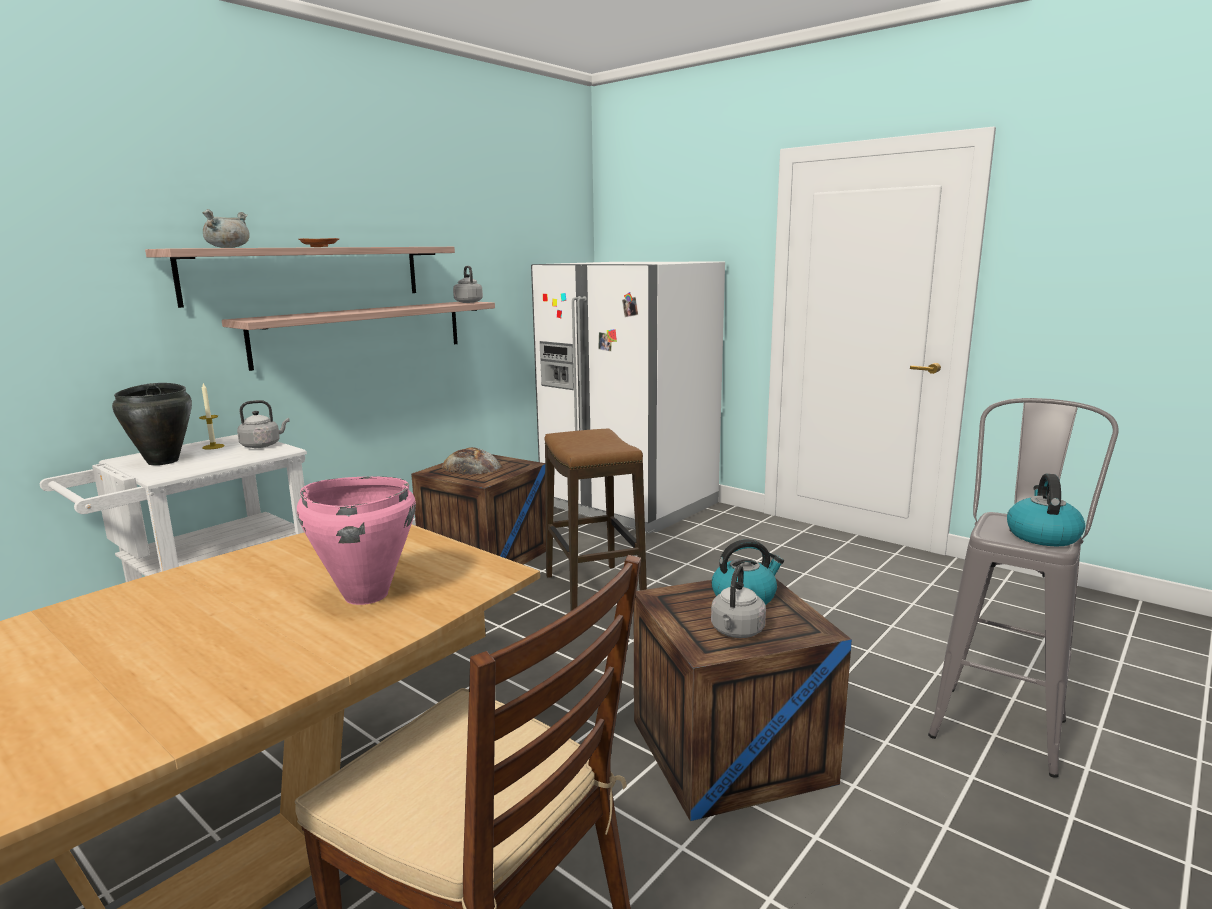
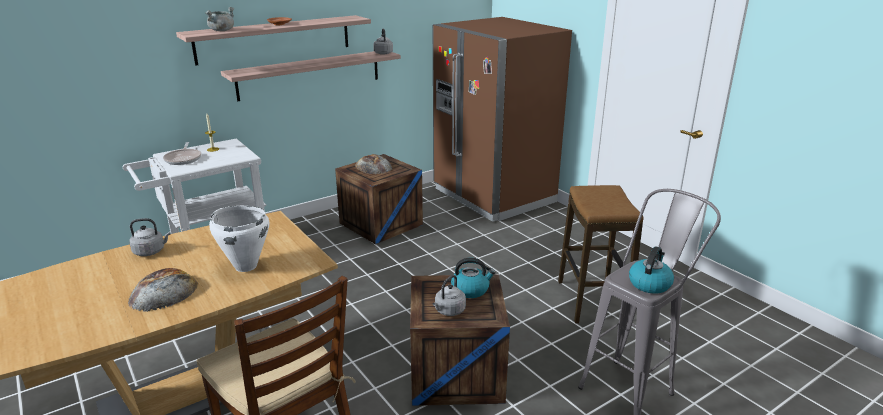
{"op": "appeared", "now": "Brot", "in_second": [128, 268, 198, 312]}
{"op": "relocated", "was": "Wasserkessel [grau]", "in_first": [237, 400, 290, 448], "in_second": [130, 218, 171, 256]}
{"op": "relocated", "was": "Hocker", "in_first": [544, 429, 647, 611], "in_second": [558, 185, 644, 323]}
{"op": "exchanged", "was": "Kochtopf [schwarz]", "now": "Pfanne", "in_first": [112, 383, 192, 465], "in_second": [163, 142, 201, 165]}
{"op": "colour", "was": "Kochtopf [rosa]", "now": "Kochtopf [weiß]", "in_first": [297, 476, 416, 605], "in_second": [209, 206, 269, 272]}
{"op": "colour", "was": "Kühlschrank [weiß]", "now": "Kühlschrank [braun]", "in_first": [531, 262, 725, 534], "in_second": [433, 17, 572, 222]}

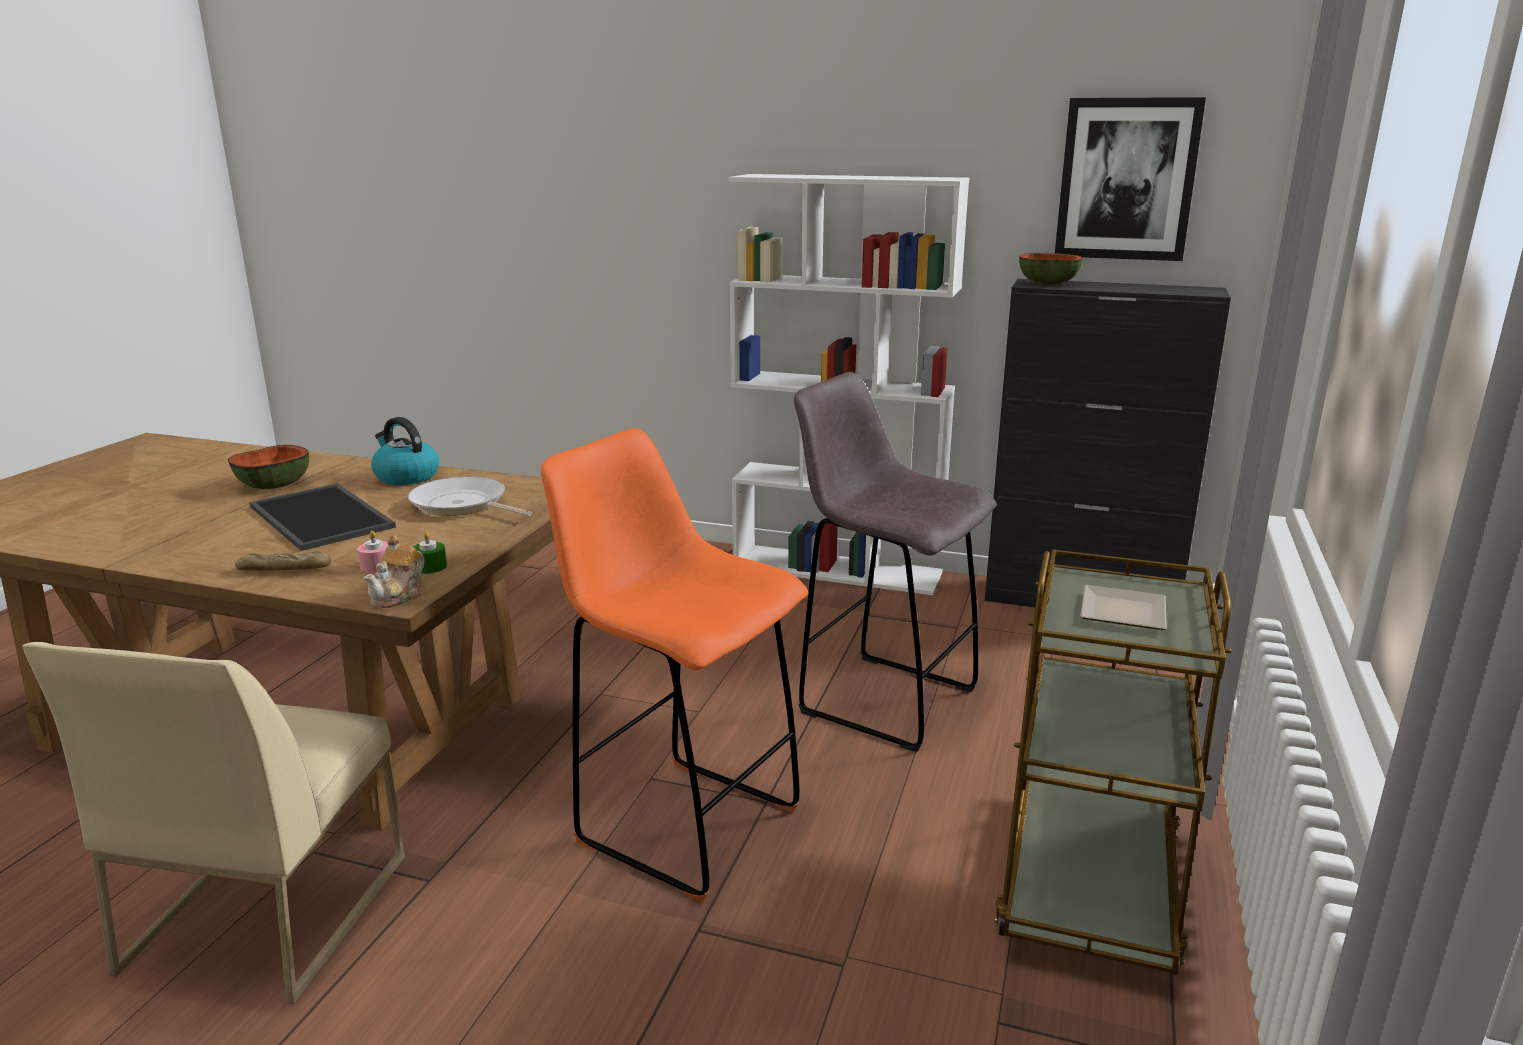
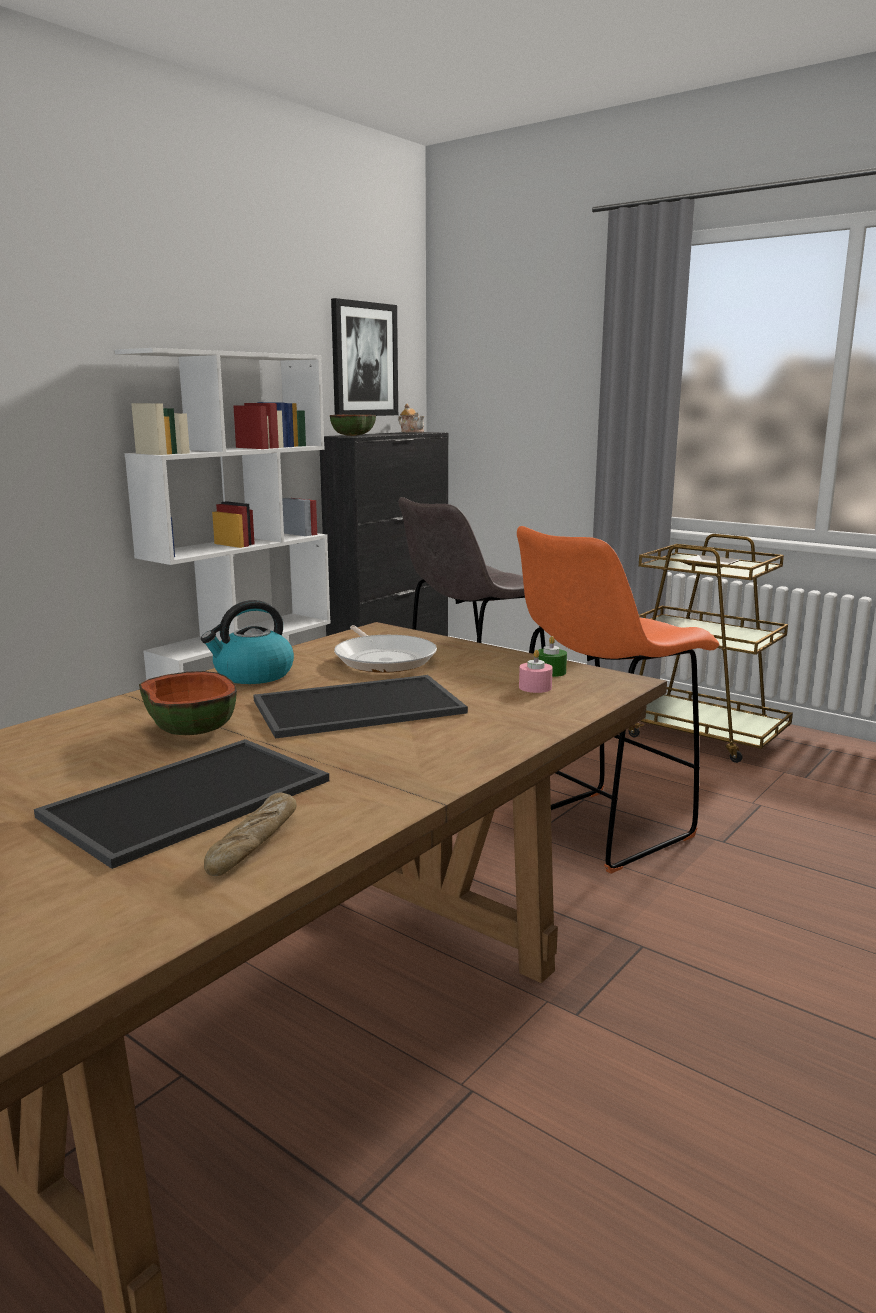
{"op": "missing", "was": "Stuhl [beige]", "in_first": [22, 642, 405, 1004]}
{"op": "appeared", "now": "Tablett", "in_second": [34, 739, 329, 869]}
{"op": "relocated", "was": "Brot", "in_first": [235, 551, 331, 571], "in_second": [204, 792, 296, 876]}
{"op": "relocated", "was": "Teekanne", "in_first": [364, 535, 424, 608], "in_second": [398, 404, 424, 433]}
{"op": "spun", "was": "Pfanne", "in_first": [408, 476, 532, 516], "in_second": [334, 625, 437, 673], "clockwise": -75}

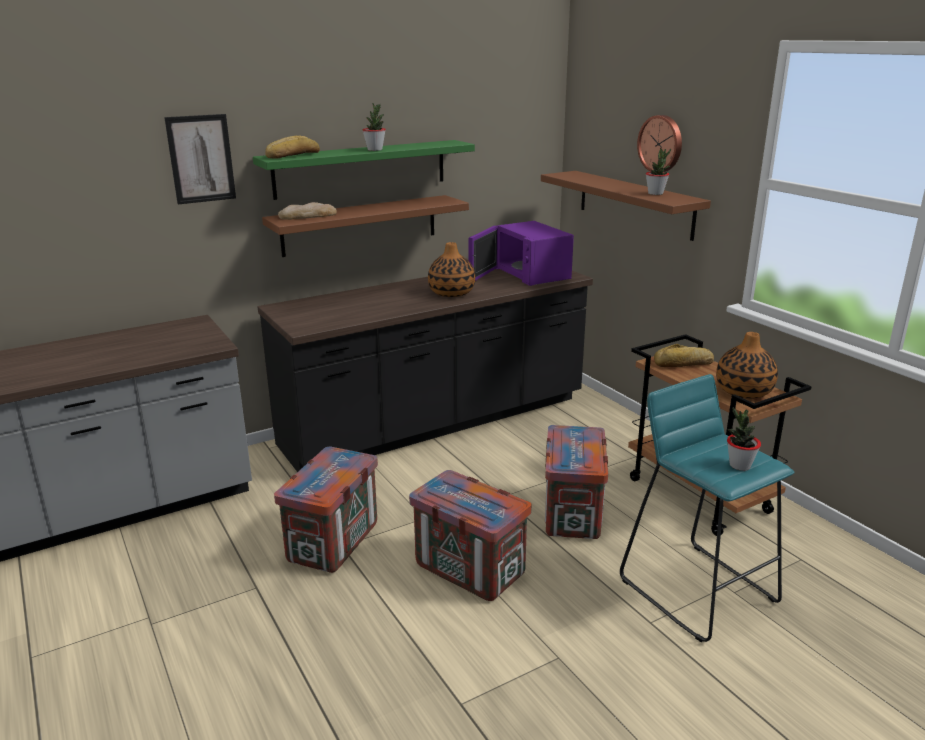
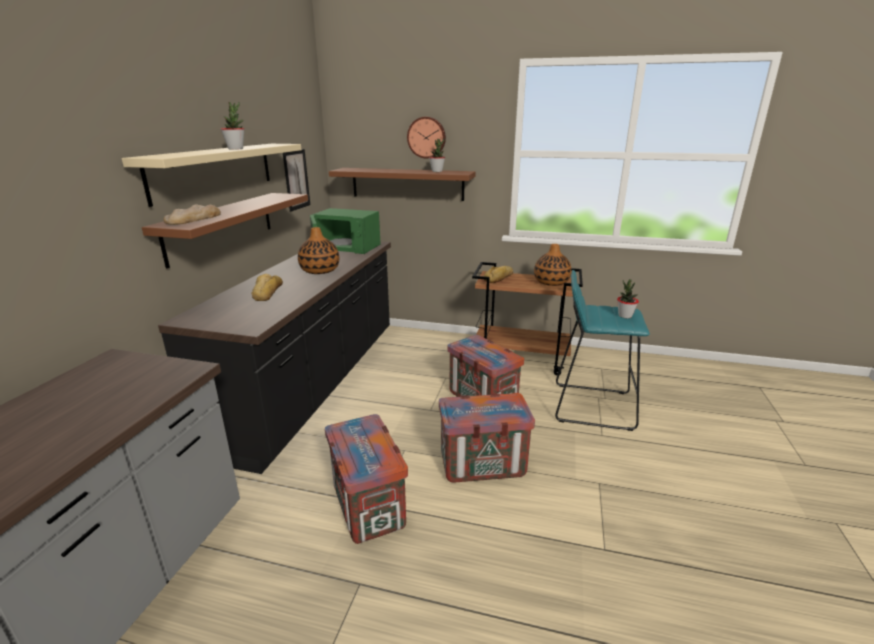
{"op": "relocated", "was": "Bild", "in_first": [164, 114, 236, 204], "in_second": [283, 149, 310, 212]}
{"op": "relocated", "was": "Brot", "in_first": [265, 136, 320, 159], "in_second": [251, 274, 283, 301]}
{"op": "colour", "was": "Wandregal [grün]", "now": "Wandregal [beige]", "in_first": [253, 140, 475, 200], "in_second": [122, 144, 301, 207]}
{"op": "colour", "was": "Mikrowelle [lila]", "now": "Mikrowelle [grün]", "in_first": [468, 221, 574, 286], "in_second": [310, 208, 380, 254]}

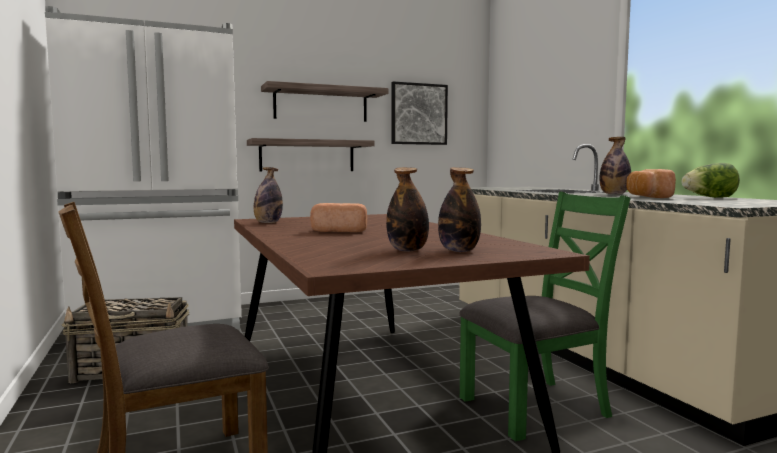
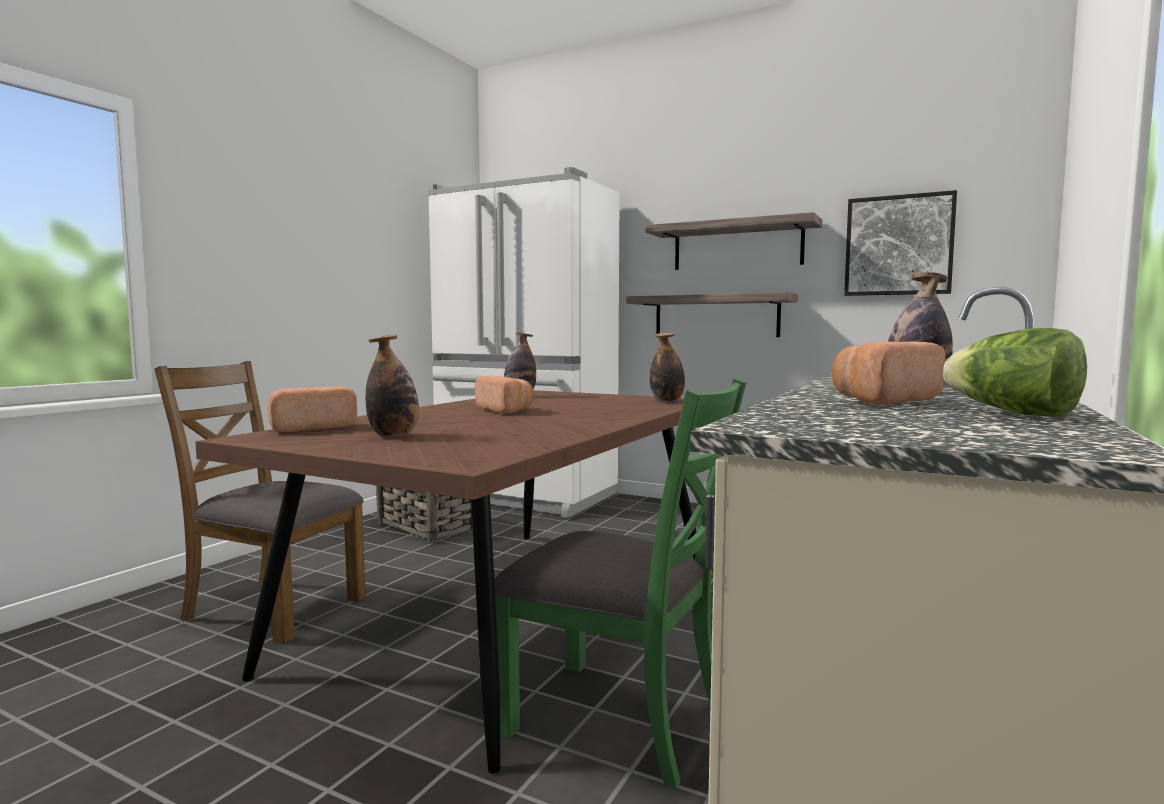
{"op": "appeared", "now": "Brot", "in_second": [268, 386, 357, 432]}
{"op": "relocated", "was": "Flasche", "in_first": [438, 167, 481, 252], "in_second": [650, 332, 685, 402]}

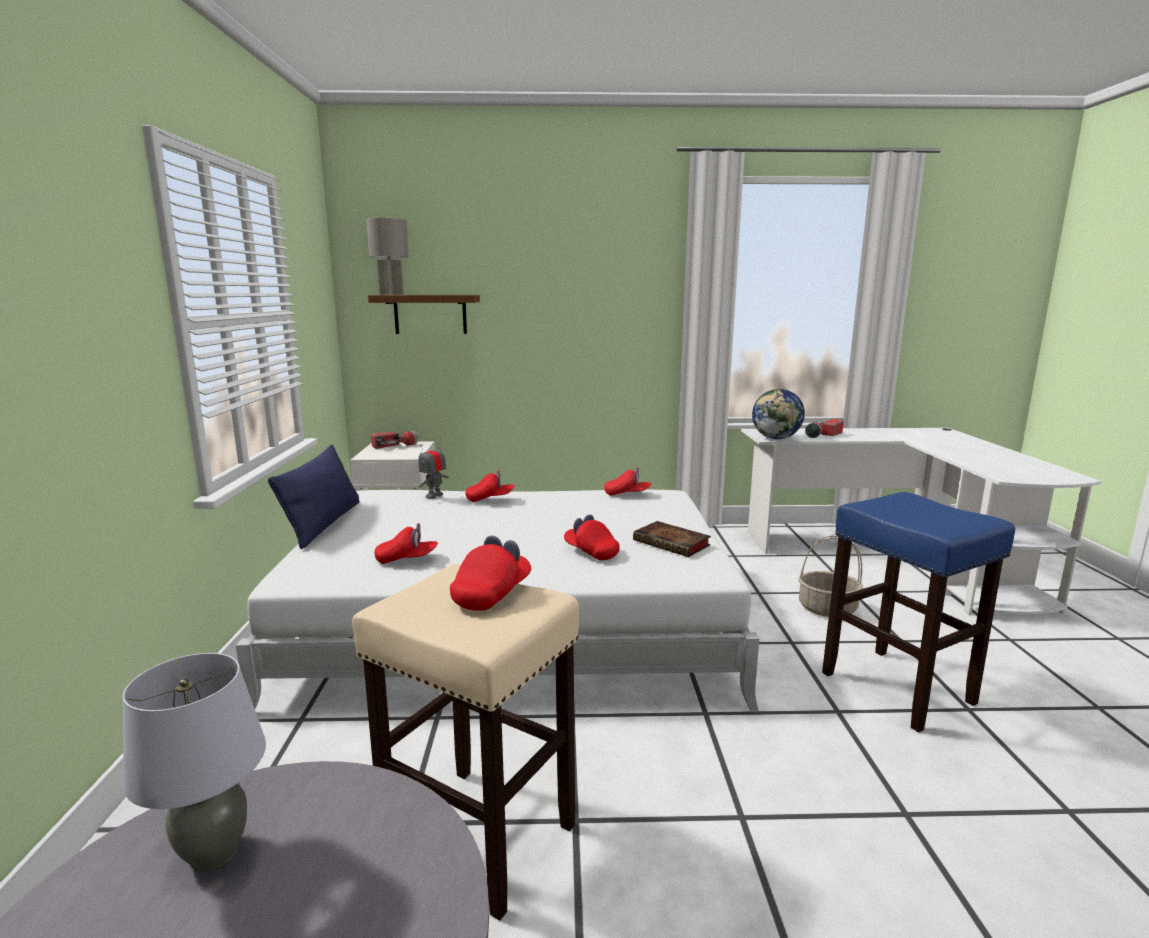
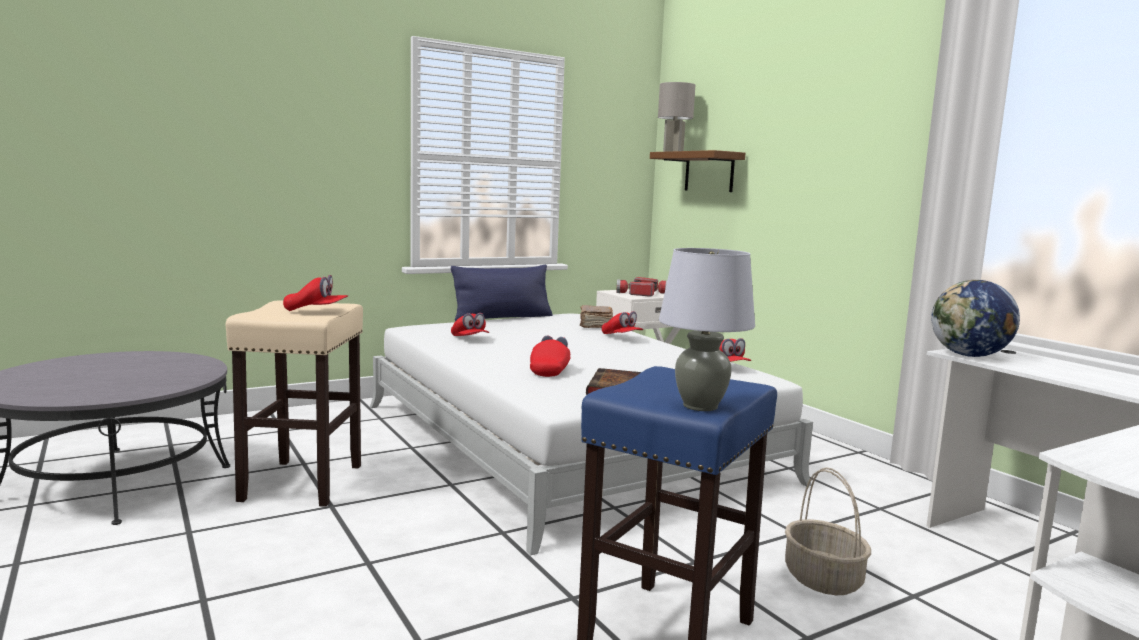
{"op": "relocated", "was": "Tischlampe [grau]", "in_first": [122, 653, 266, 872], "in_second": [659, 248, 755, 411]}
{"op": "relocated", "was": "Taschenlampe", "in_first": [805, 419, 844, 438], "in_second": [616, 279, 655, 297]}
{"op": "exchanged", "was": "Spielzeugroboter", "now": "Buch [braun]", "in_first": [418, 439, 449, 499], "in_second": [580, 305, 613, 328]}

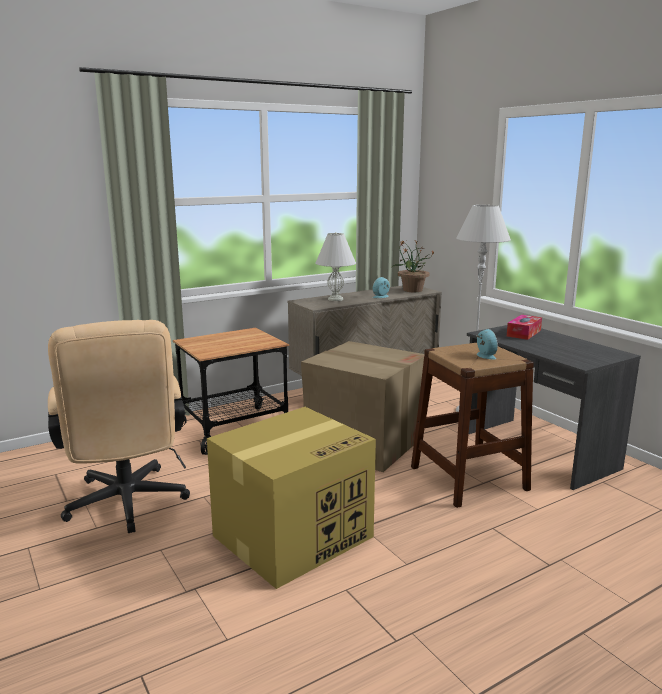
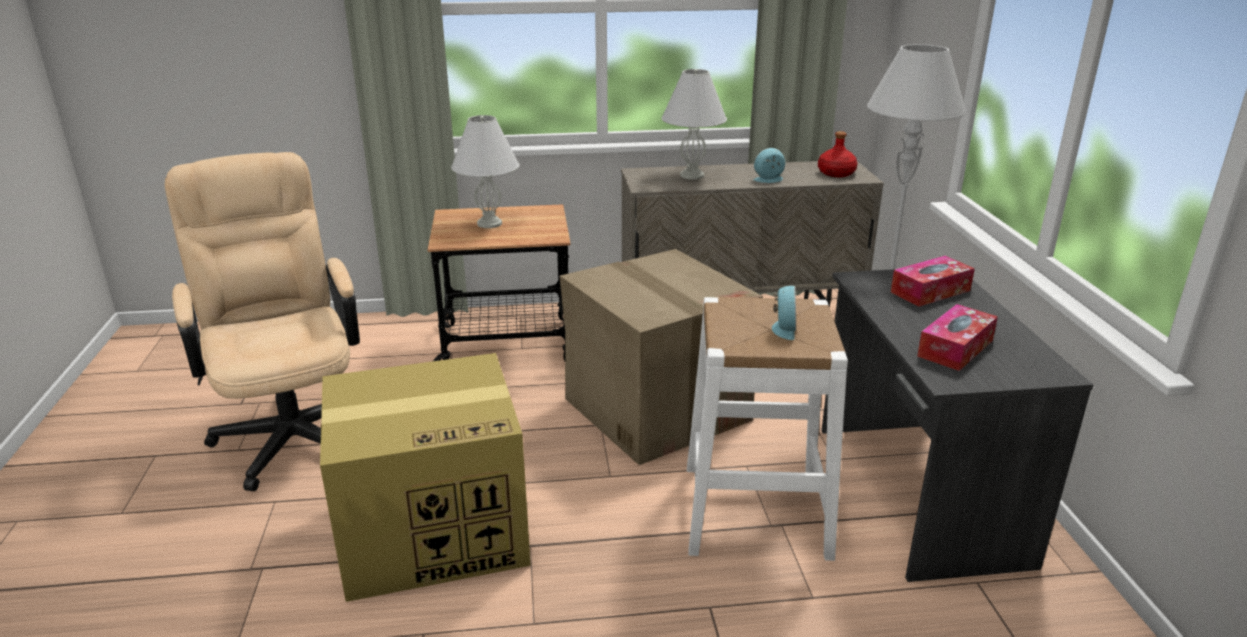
{"op": "appeared", "now": "Tischlampe [weiß]", "in_second": [451, 115, 519, 228]}
{"op": "appeared", "now": "Taschentuchbox", "in_second": [917, 304, 998, 371]}
{"op": "exchanged", "was": "Topfpflanze", "now": "Flasche [rot]", "in_first": [392, 240, 434, 292], "in_second": [818, 131, 858, 177]}
{"op": "colour", "was": "Hocker [braun]", "now": "Hocker [weiß]", "in_first": [411, 343, 534, 508], "in_second": [687, 297, 848, 561]}
{"op": "spun", "was": "Bürostuhl [beige]", "in_first": [48, 320, 190, 533], "in_second": [165, 152, 360, 491], "clockwise": 150}

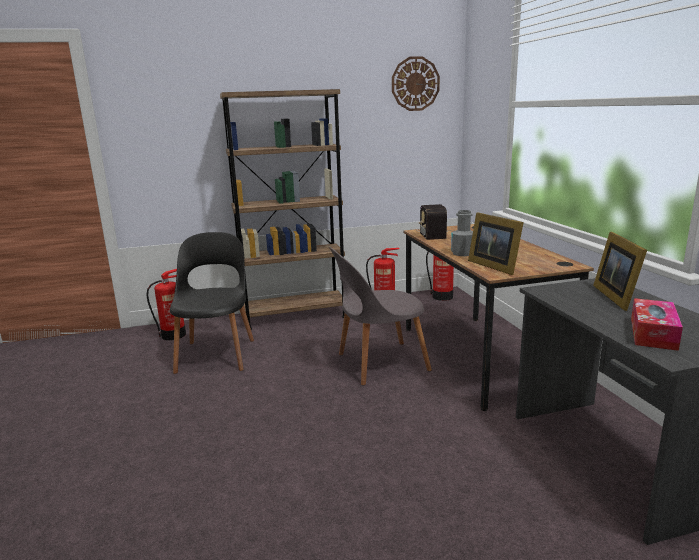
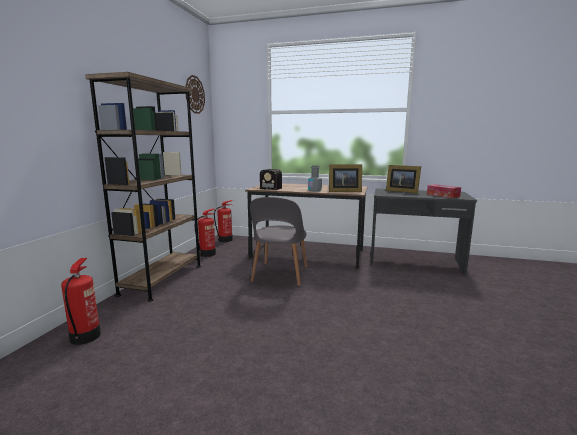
{"op": "missing", "was": "Stuhl [schwarz]", "in_first": [170, 232, 254, 374]}

